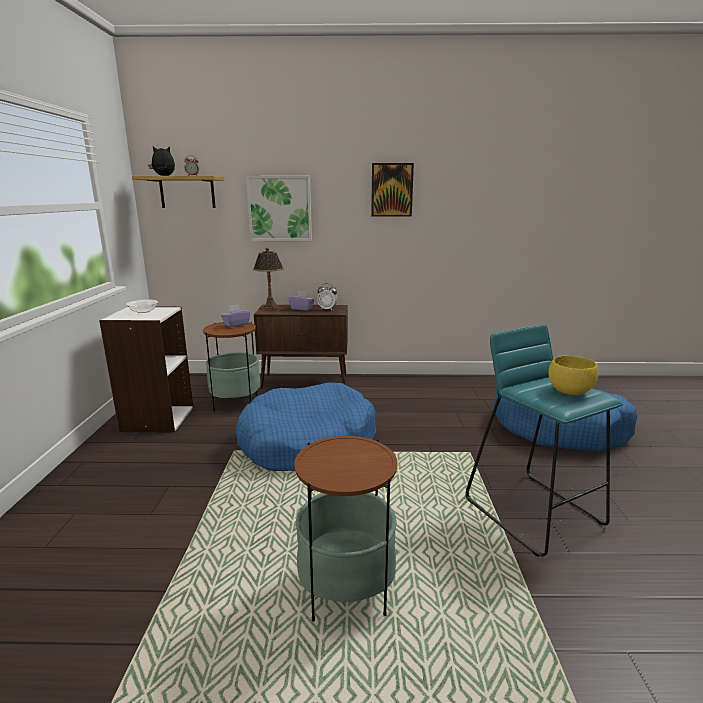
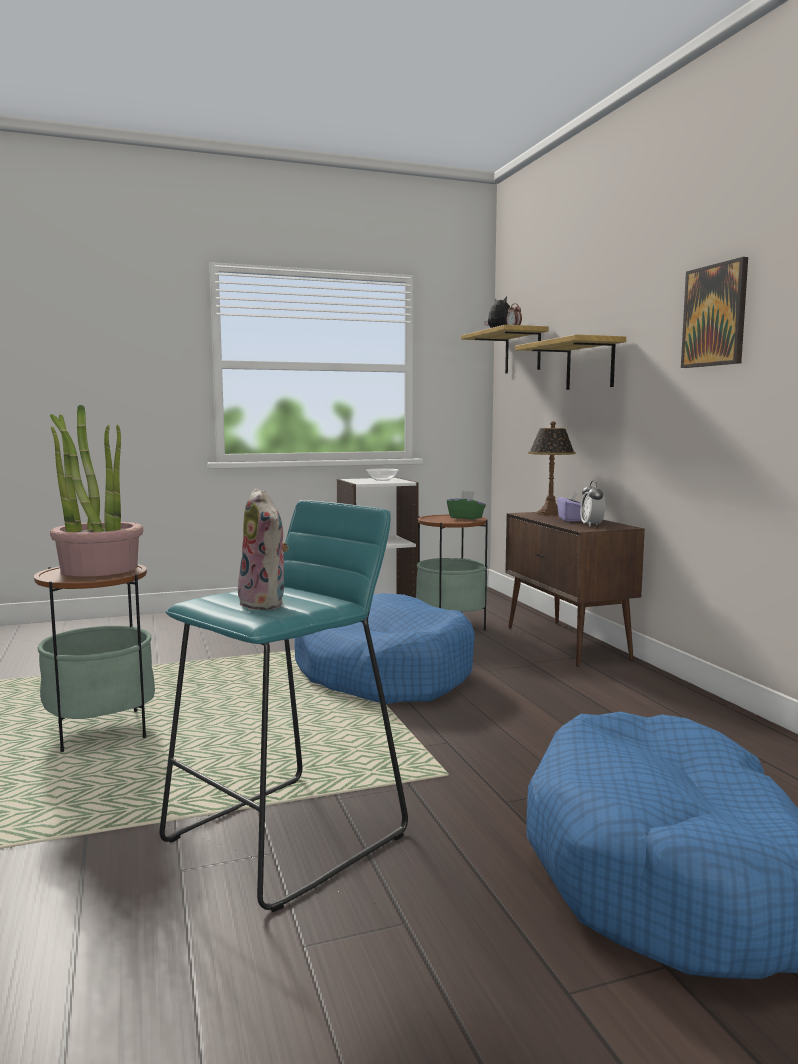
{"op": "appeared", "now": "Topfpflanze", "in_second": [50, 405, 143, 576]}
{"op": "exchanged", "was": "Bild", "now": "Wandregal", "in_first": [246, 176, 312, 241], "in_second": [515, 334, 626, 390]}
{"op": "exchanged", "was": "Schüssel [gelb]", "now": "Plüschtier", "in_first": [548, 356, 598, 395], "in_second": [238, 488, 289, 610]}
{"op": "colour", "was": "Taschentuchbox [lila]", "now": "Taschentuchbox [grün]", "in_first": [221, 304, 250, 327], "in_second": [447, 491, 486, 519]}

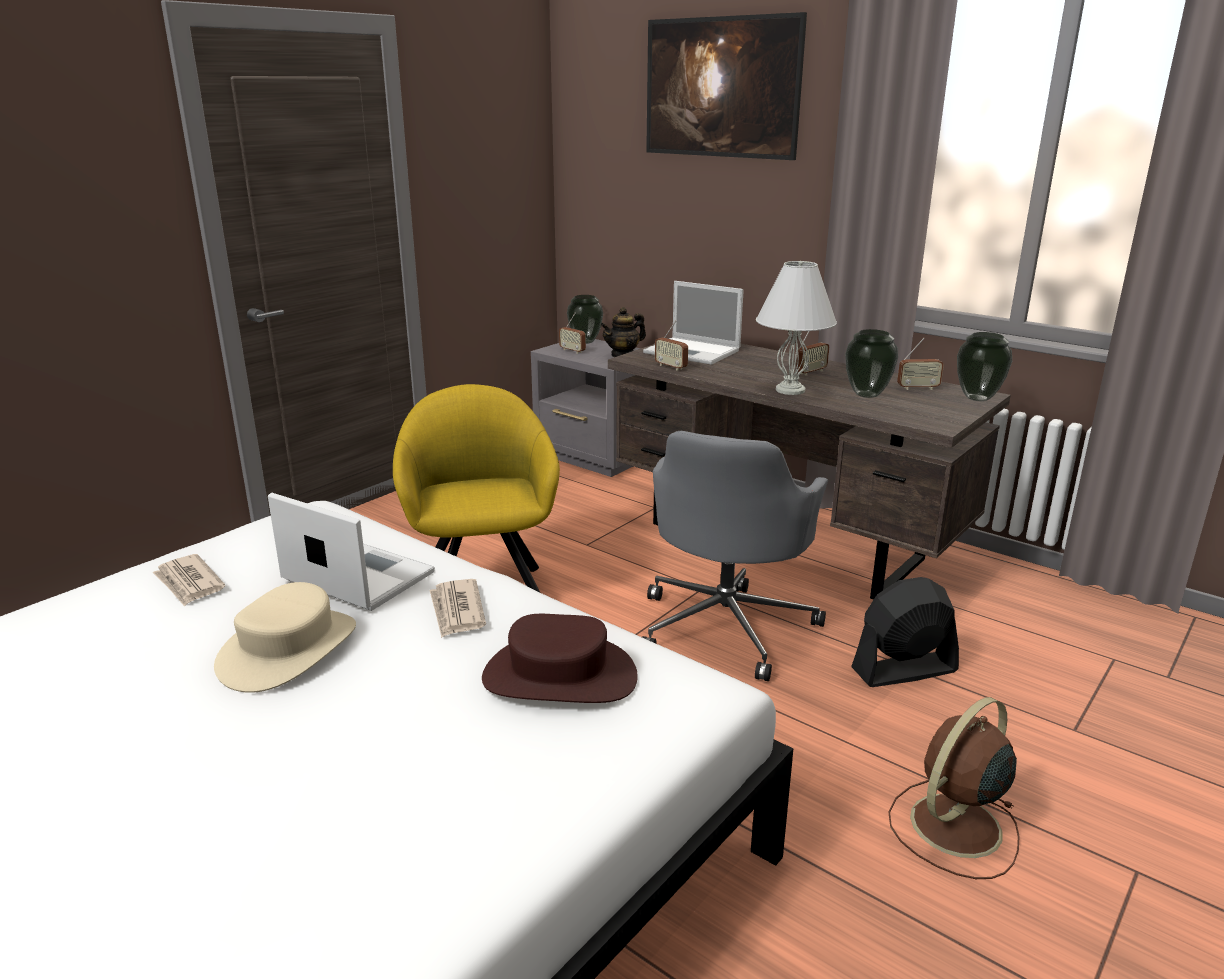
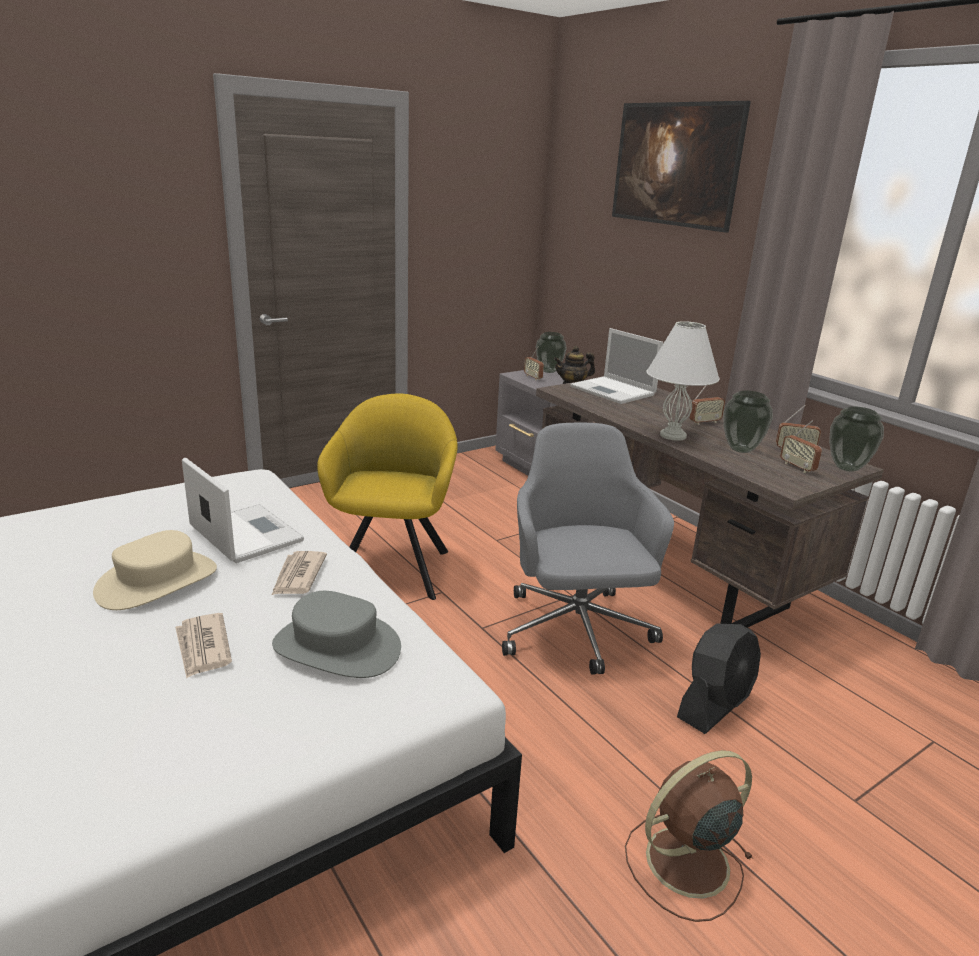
{"op": "relocated", "was": "Zeitung", "in_first": [153, 554, 225, 606], "in_second": [175, 613, 232, 678]}
{"op": "relocated", "was": "Radio", "in_first": [655, 320, 688, 371], "in_second": [780, 420, 822, 473]}
{"op": "colour", "was": "Hut [braun]", "now": "Hut [grau]", "in_first": [482, 614, 638, 703], "in_second": [272, 591, 401, 678]}
{"op": "spun", "was": "Bürostuhl [grau]", "in_first": [642, 431, 828, 681], "in_second": [502, 422, 674, 675], "clockwise": 135}
{"op": "spun", "was": "Ventilator [schwarz]", "in_first": [851, 577, 959, 687], "in_second": [677, 624, 761, 734], "clockwise": 135}

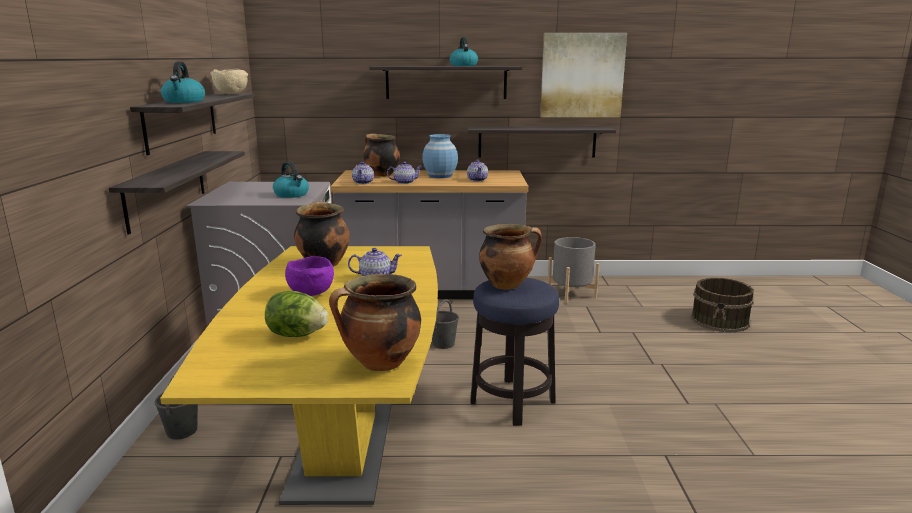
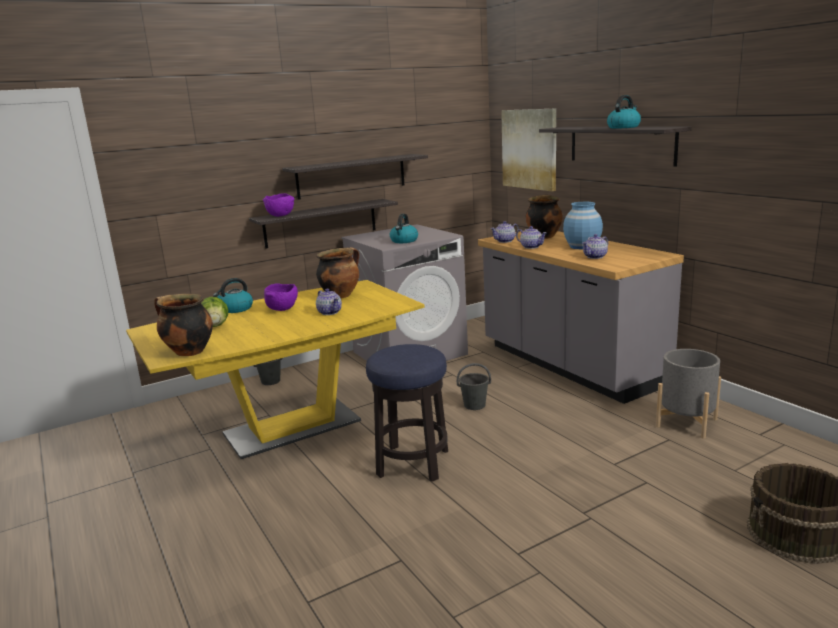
{"op": "missing", "was": "Schüssel [beige]", "in_first": [210, 69, 248, 94]}
{"op": "missing", "was": "Wandregal", "in_first": [467, 126, 616, 158]}
{"op": "missing", "was": "Kochtopf", "in_first": [479, 224, 542, 289]}
{"op": "appeared", "now": "Schüssel [lila]", "in_second": [263, 193, 295, 217]}
{"op": "relocated", "was": "Wasserkessel", "in_first": [161, 61, 205, 103], "in_second": [213, 278, 253, 313]}
{"op": "relocated", "was": "Bild", "in_first": [540, 33, 627, 117], "in_second": [501, 108, 556, 191]}

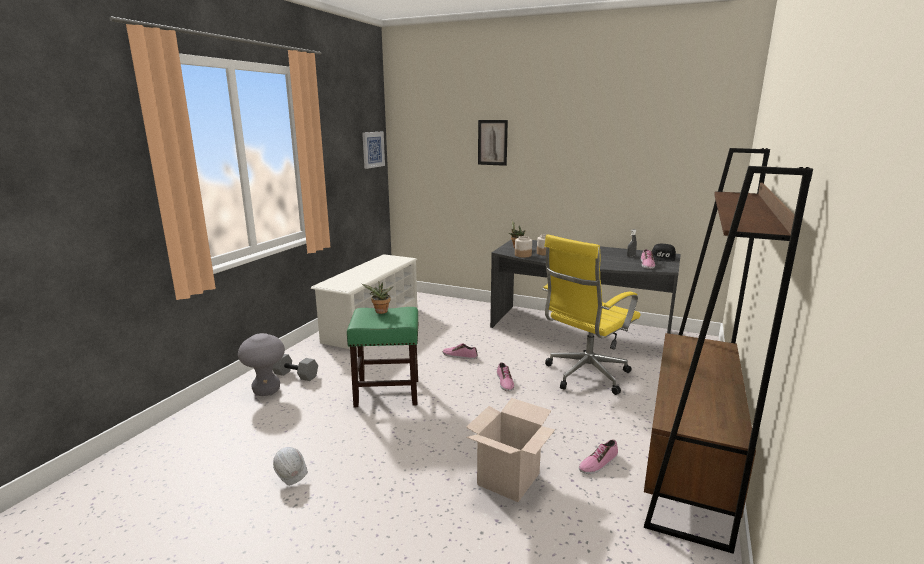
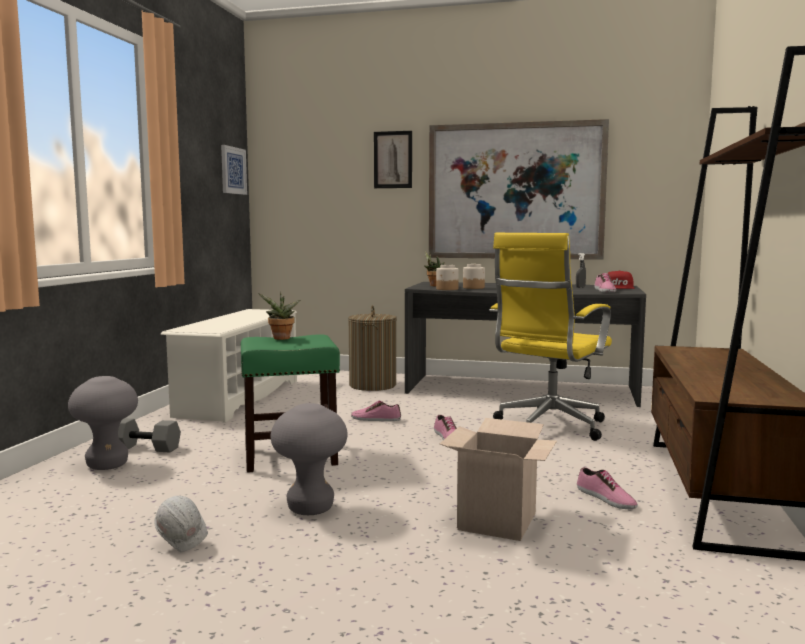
{"op": "appeared", "now": "Hocker [grau]", "in_second": [271, 403, 348, 515]}
{"op": "appeared", "now": "Wäschekorb", "in_second": [348, 306, 397, 391]}
{"op": "appeared", "now": "Bild", "in_second": [429, 119, 609, 260]}
{"op": "colour", "was": "Kappe [schwarz]", "now": "Kappe [rot]", "in_first": [652, 244, 676, 261], "in_second": [608, 270, 635, 289]}
{"op": "spun", "was": "Schuh", "in_first": [579, 439, 618, 474], "in_second": [577, 467, 638, 509], "clockwise": -75}

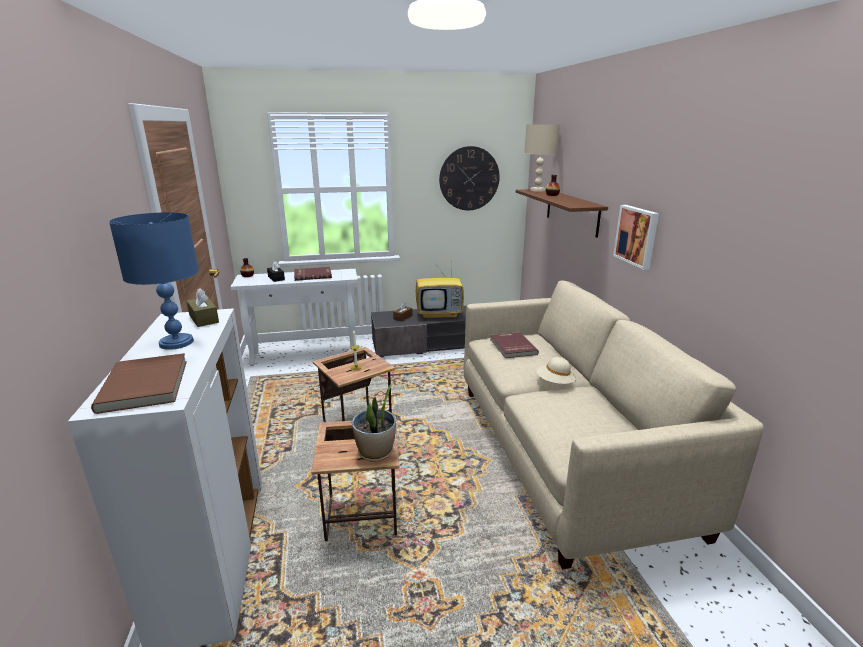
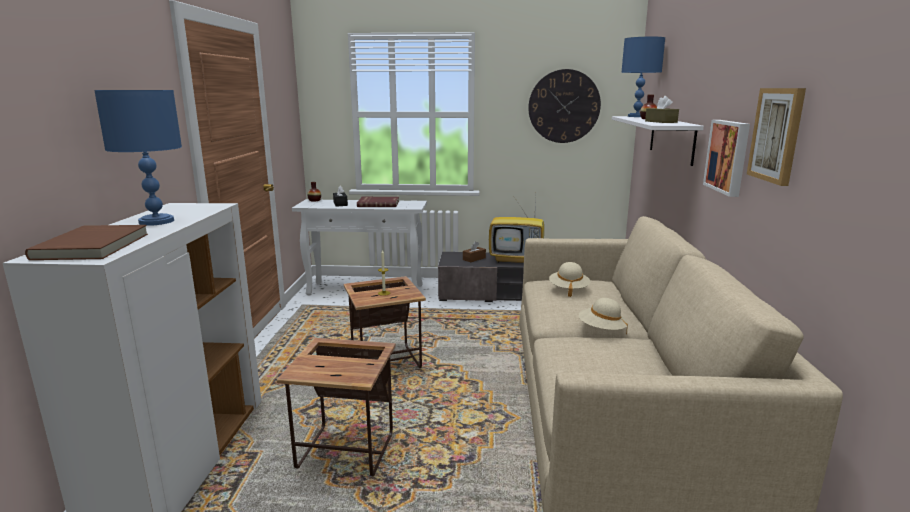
{"op": "missing", "was": "Topfpflanze", "in_first": [352, 384, 396, 462]}
{"op": "appeared", "now": "Bild", "in_second": [747, 88, 806, 186]}
{"op": "relocated", "was": "Taschentuchbox [braun]", "in_first": [187, 288, 219, 327], "in_second": [645, 96, 679, 123]}
{"op": "exchanged", "was": "Buch [rot]", "now": "Hut [beige]", "in_first": [490, 332, 539, 358], "in_second": [549, 262, 590, 297]}
{"op": "colour", "was": "Wandregal [braun]", "now": "Wandregal [weiß]", "in_first": [516, 189, 608, 238], "in_second": [612, 116, 704, 166]}
{"op": "colour", "was": "Tischlampe [beige]", "now": "Tischlampe [blau]", "in_first": [524, 125, 560, 192], "in_second": [621, 37, 665, 117]}

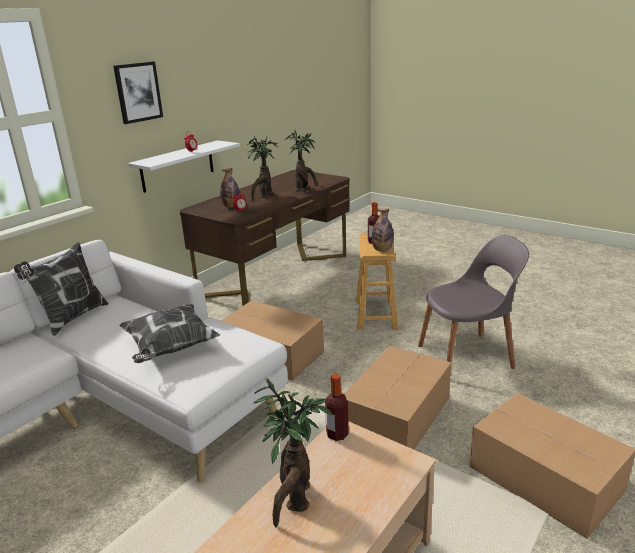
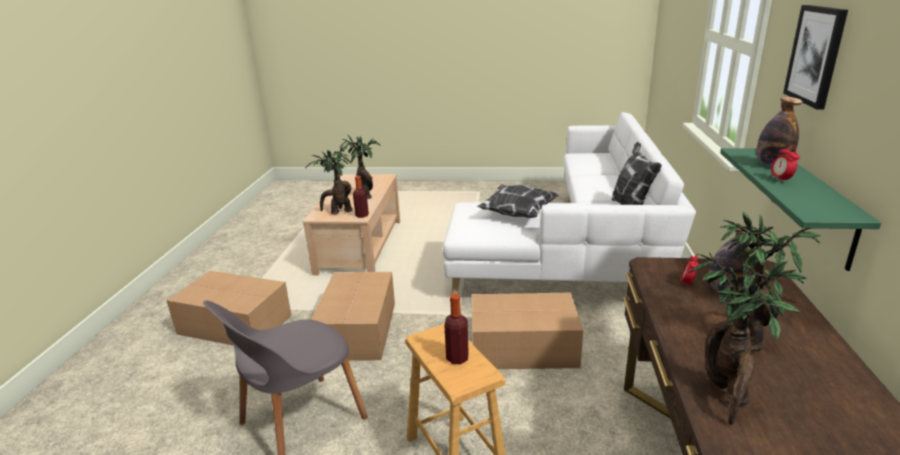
{"op": "appeared", "now": "Topfpflanze", "in_second": [305, 146, 353, 214]}
{"op": "relocated", "was": "Flasche", "in_first": [372, 208, 394, 252], "in_second": [757, 97, 803, 166]}
{"op": "colour", "was": "Wandregal [weiß]", "now": "Wandregal [grün]", "in_first": [128, 140, 240, 193], "in_second": [720, 148, 881, 271]}

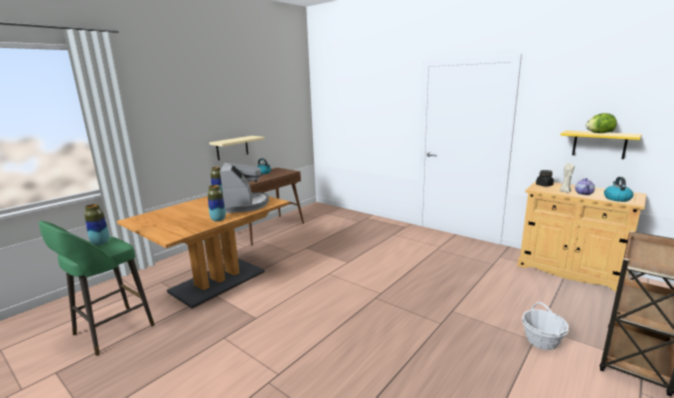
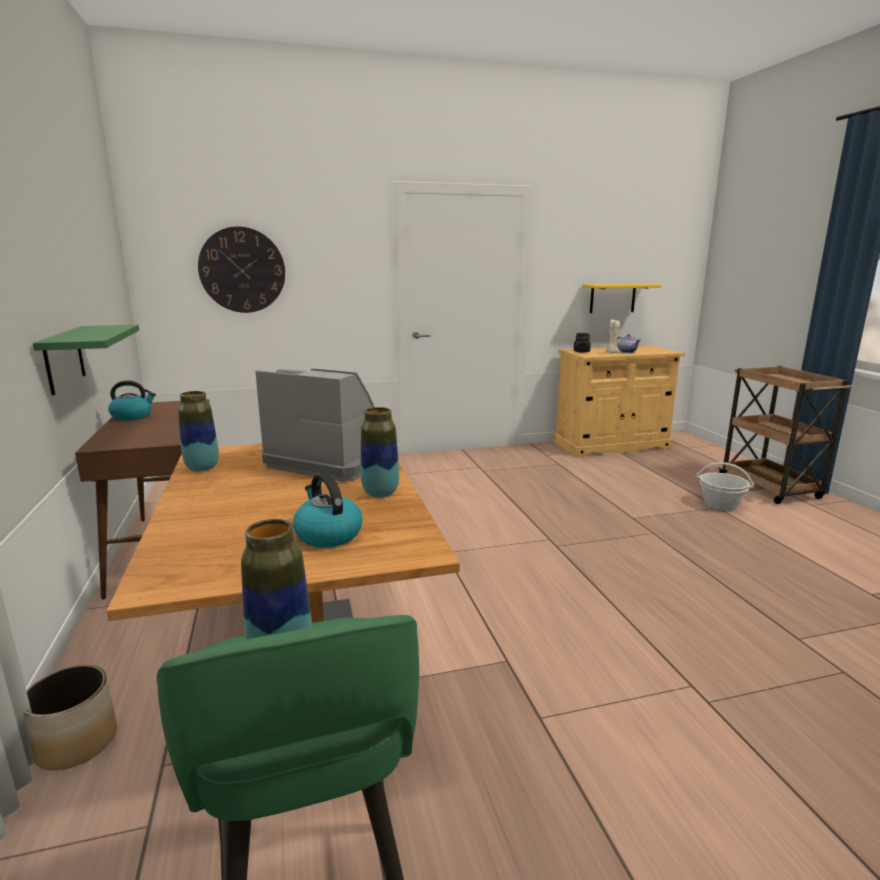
{"op": "missing", "was": "Salatkopf", "in_first": [586, 113, 617, 133]}
{"op": "appeared", "now": "Pflanzkübel", "in_second": [23, 665, 117, 770]}
{"op": "appeared", "now": "Wanduhr", "in_second": [198, 226, 285, 313]}
{"op": "relocated", "was": "Wasserkessel", "in_first": [604, 177, 633, 202], "in_second": [293, 473, 363, 548]}
{"op": "colour", "was": "Wandregal [beige]", "now": "Wandregal [grün]", "in_first": [209, 136, 265, 160], "in_second": [33, 325, 139, 395]}

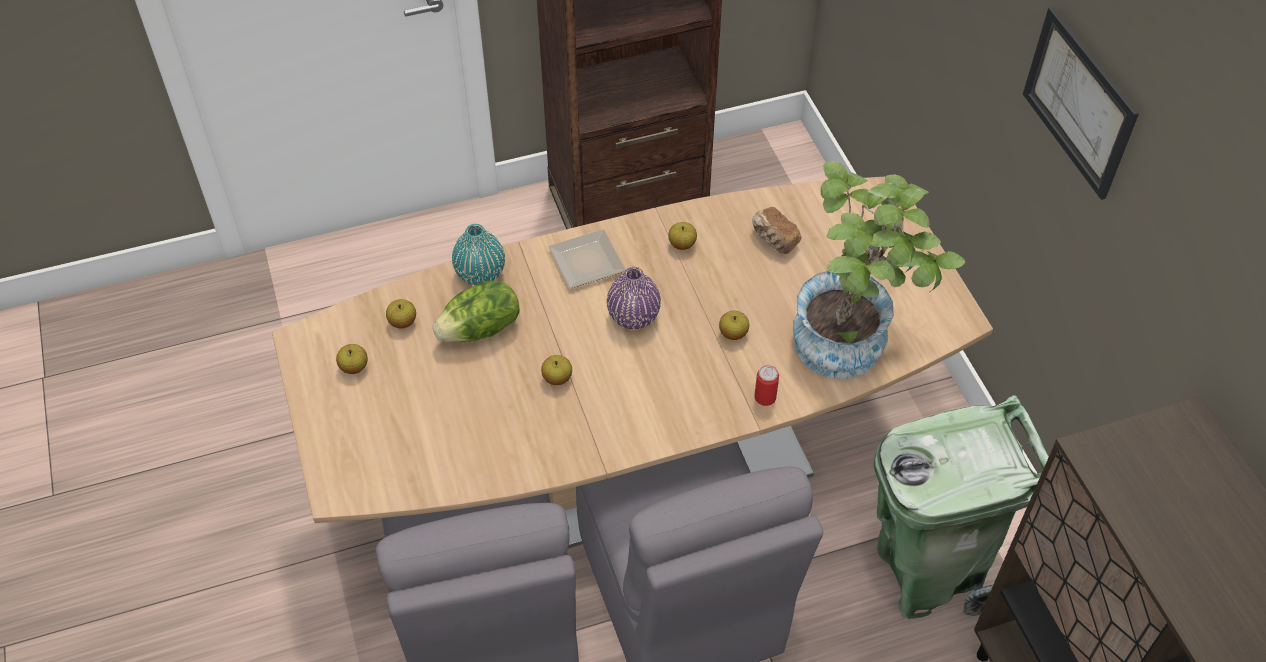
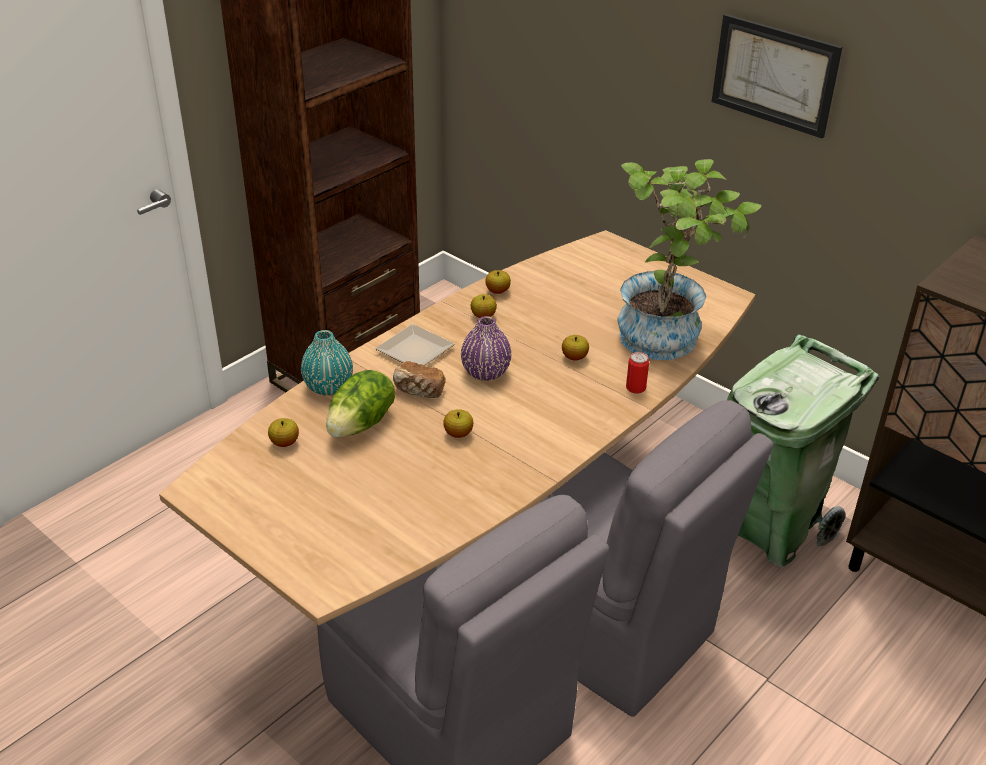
{"op": "relocated", "was": "Apfel", "in_first": [336, 344, 368, 374], "in_second": [485, 270, 511, 294]}
{"op": "relocated", "was": "Brot", "in_first": [752, 207, 801, 254], "in_second": [393, 361, 446, 398]}

